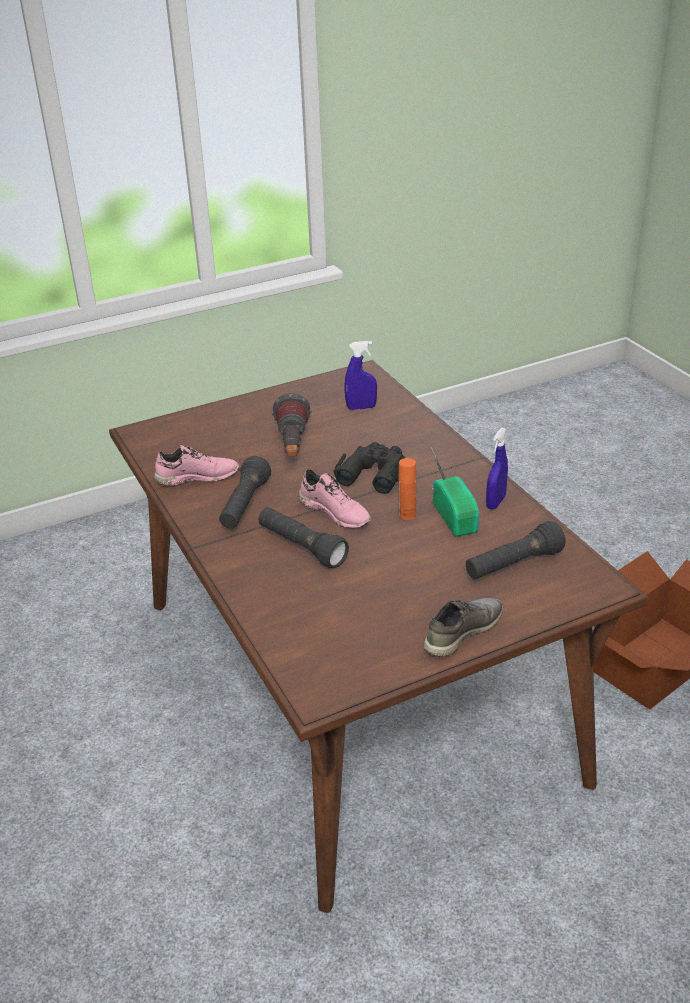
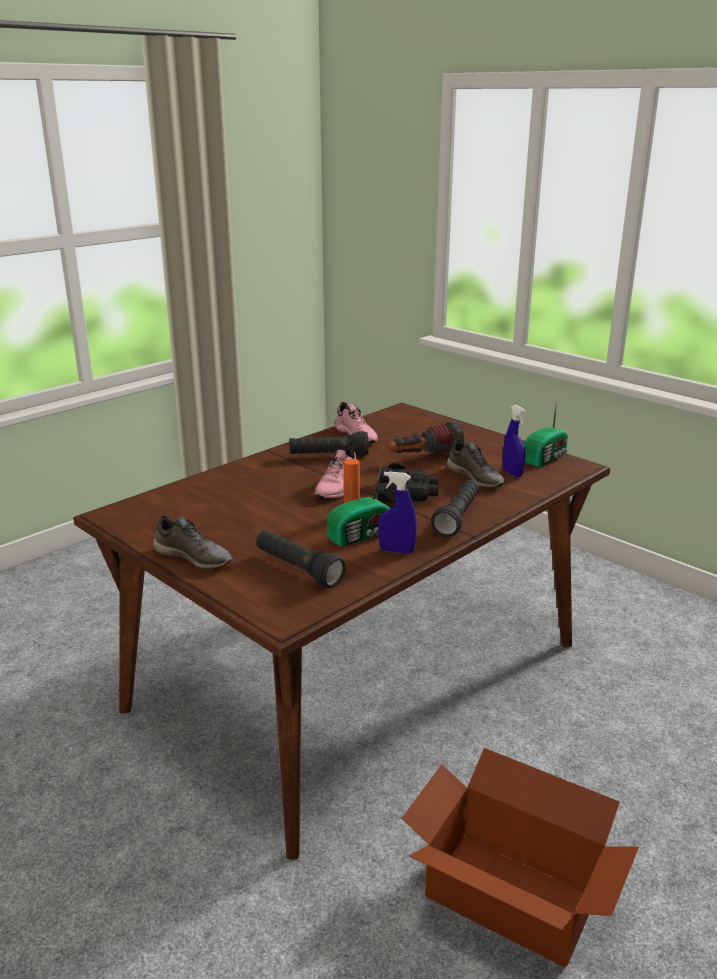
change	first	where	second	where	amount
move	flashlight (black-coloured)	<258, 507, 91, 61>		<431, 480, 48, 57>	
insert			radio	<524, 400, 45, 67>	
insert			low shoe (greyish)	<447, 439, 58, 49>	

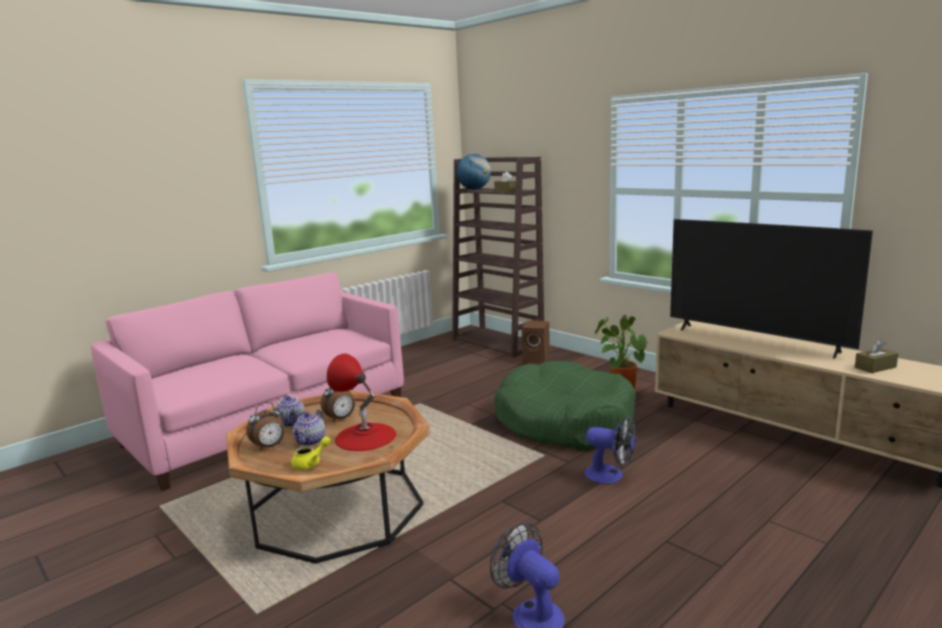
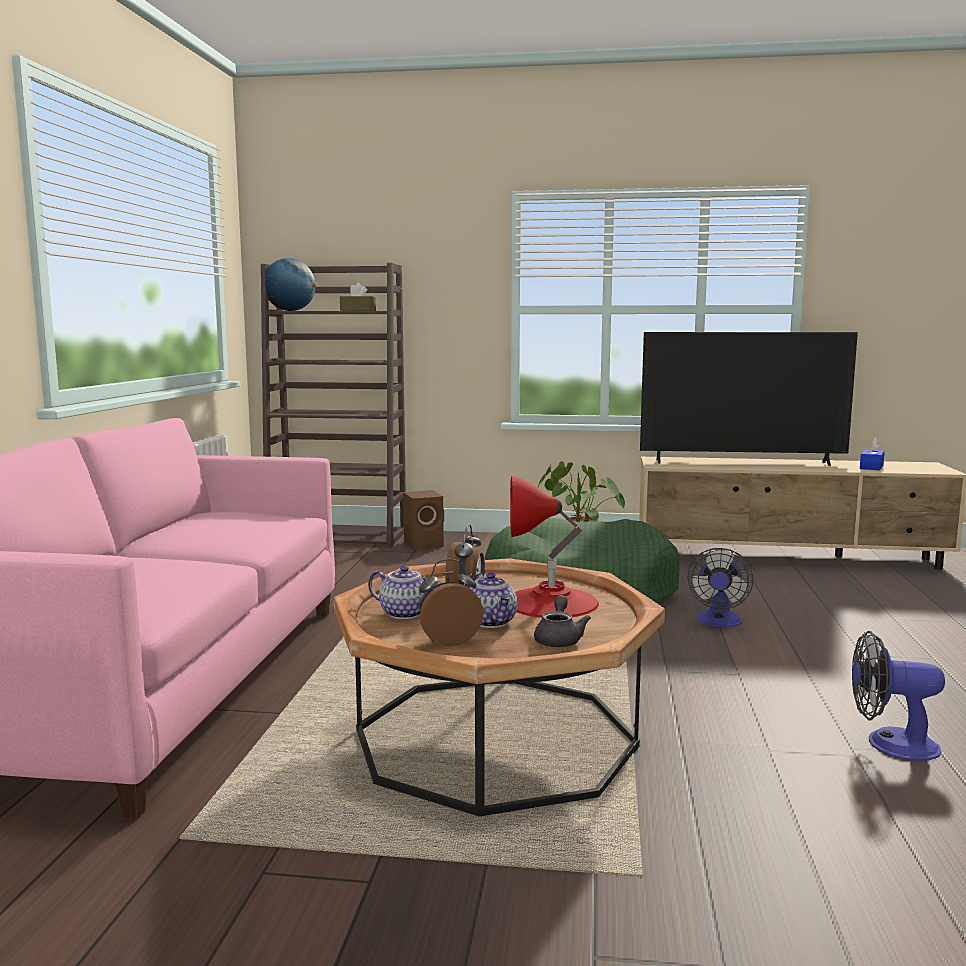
change	first	where	second	where	amount
recolor	tissue holder (brown-coloured)	<855, 339, 43, 34>	tissue holder (blue-coloured)	<860, 438, 25, 33>	
rotate	bedside clock	<246, 402, 39, 49>		<419, 559, 64, 87>	120 degrees counterclockwise
rotate	cooling fan	<585, 416, 51, 68>		<687, 548, 67, 79>	120 degrees clockwise
recolor	tea pot (yellow-coloured)	<291, 436, 39, 34>	tea pot (greyish)	<534, 595, 57, 53>	

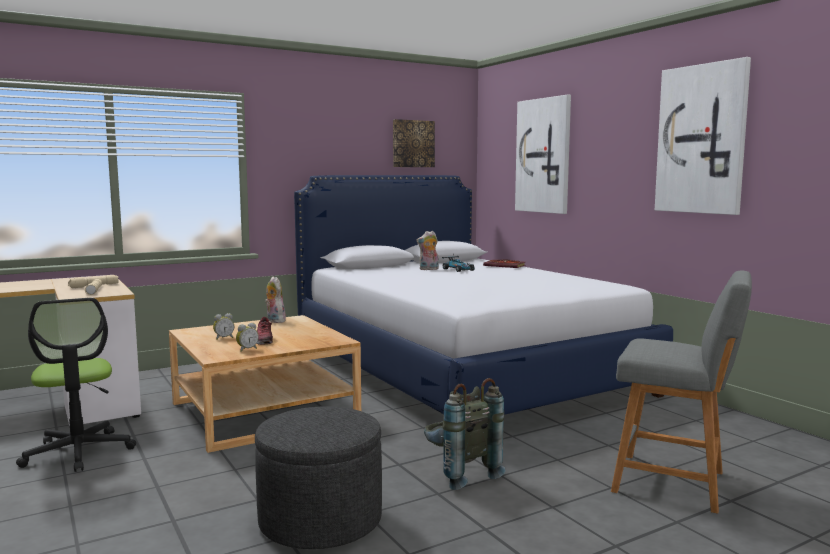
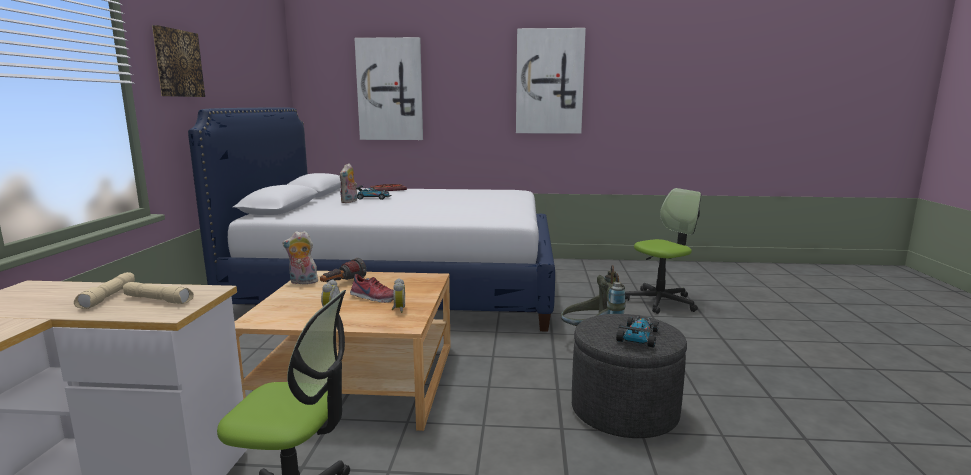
change	first	where	second	where	amount
move	picture	<393, 119, 42, 48>		<152, 25, 53, 72>	
replace	stool seat (greyish)	<611, 271, 141, 243>	desk chair	<625, 188, 76, 126>	
insert			flashlight	<320, 258, 47, 24>	
insert			toy car	<616, 315, 43, 33>	

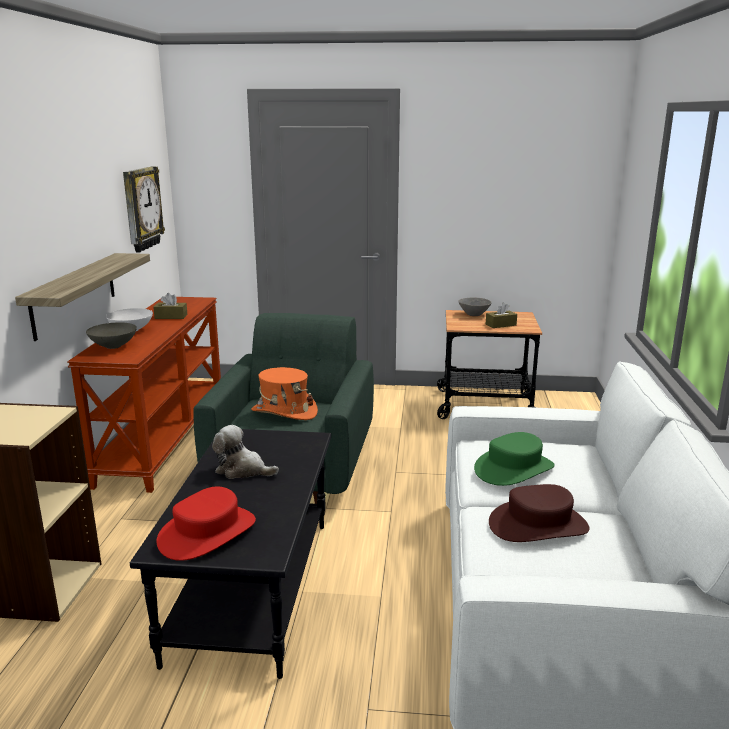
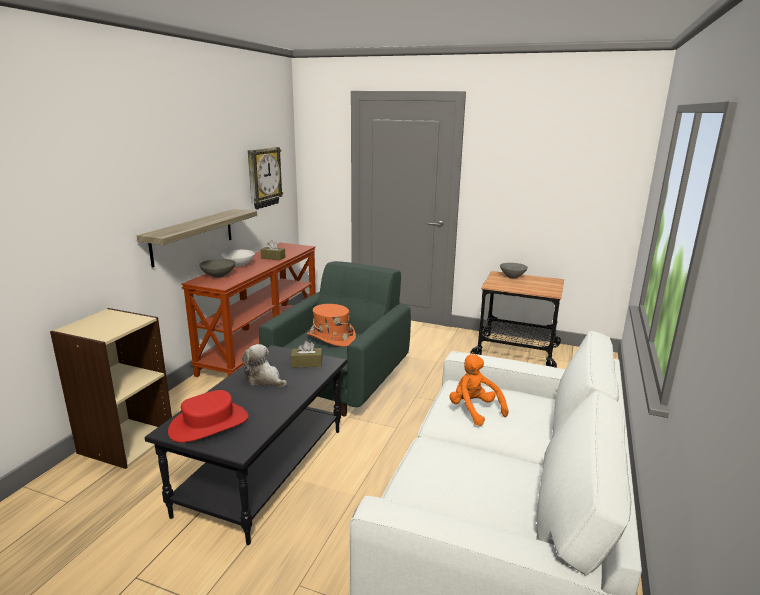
change	first	where	second	where	amount
move	tissue holder (brown-coloured)	<486, 303, 31, 25>		<291, 341, 31, 27>	
replace	clothing hat (greenish)	<474, 432, 81, 54>	cuddly toy (orange)	<450, 354, 59, 72>	
delete	clothing hat (brown-coloured)	<489, 484, 101, 58>			

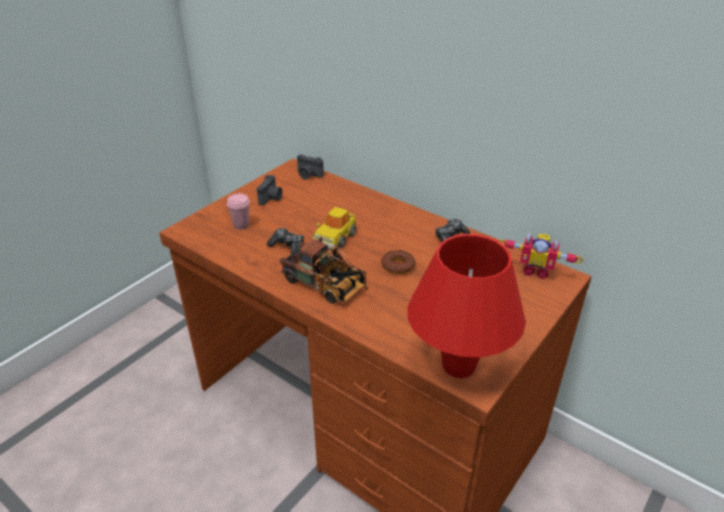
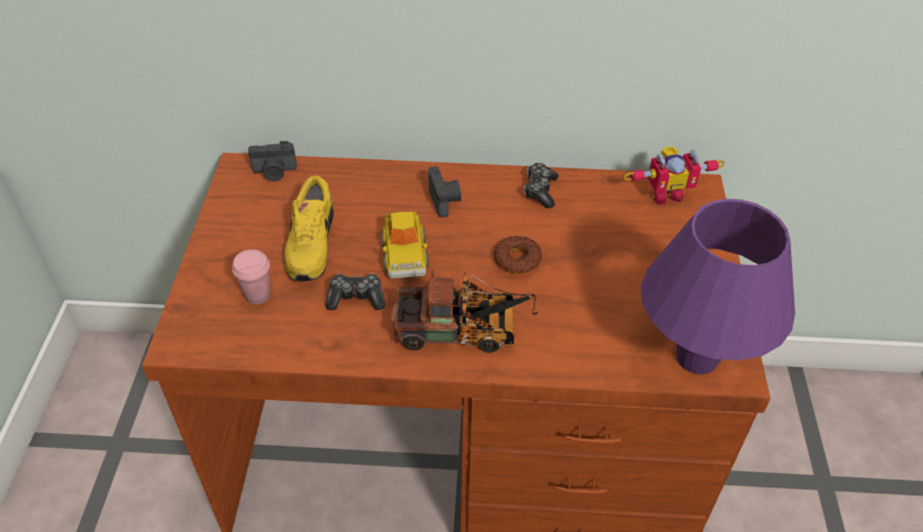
change	first	where	second	where	amount
move	still camera	<257, 175, 25, 30>		<428, 166, 33, 51>	
recolor	tabletop lamp (red-coloured)	<407, 234, 119, 144>	tabletop lamp (purplish)	<641, 199, 154, 175>	
insert			low shoe (yellow-coloured)	<284, 176, 50, 105>	

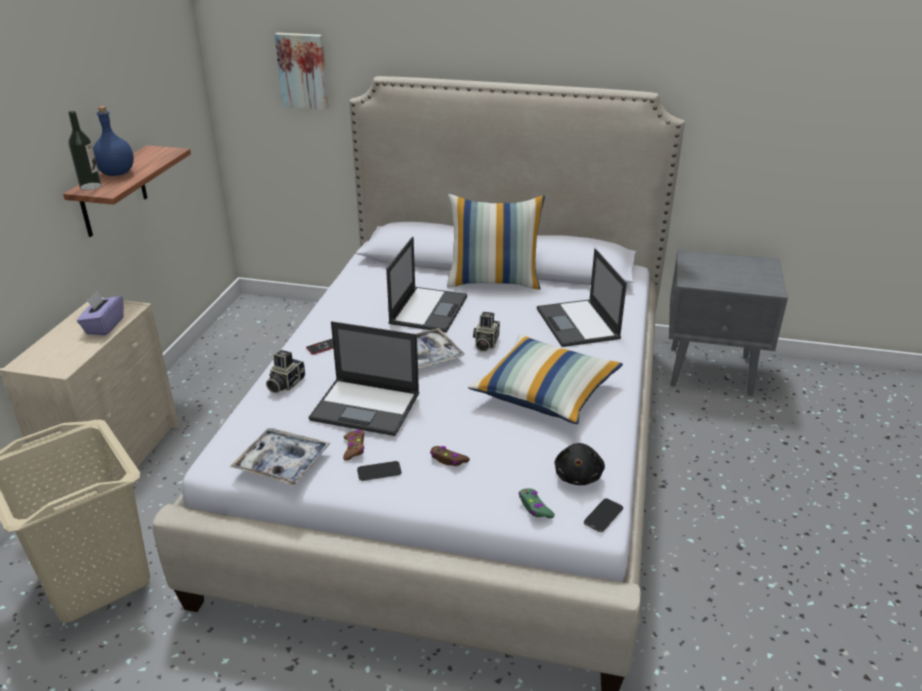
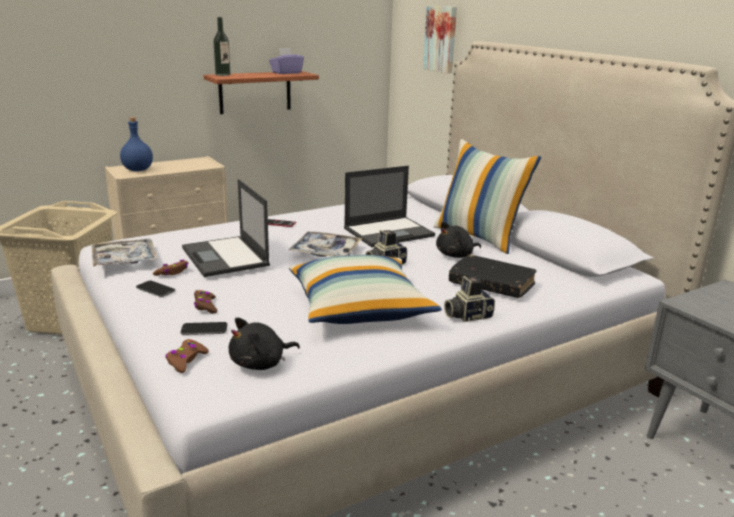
change	first	where	second	where	amount
move	bottle (blue-coloured)	<93, 106, 41, 70>		<120, 117, 33, 54>	
replace	notebook computer	<537, 248, 90, 99>	bound book (black-coloured)	<449, 254, 88, 44>	
move	tissue holder (purplish)	<77, 291, 47, 44>		<269, 48, 35, 26>	
move	still camera	<266, 350, 39, 44>		<444, 276, 51, 46>	
recolor	joypad (greenish)	<519, 488, 36, 31>	joypad (brown-coloured)	<165, 339, 44, 34>	
move	telephone	<584, 498, 39, 34>		<180, 322, 48, 13>	
insert			cuddly toy (black-coloured)	<436, 222, 45, 36>	

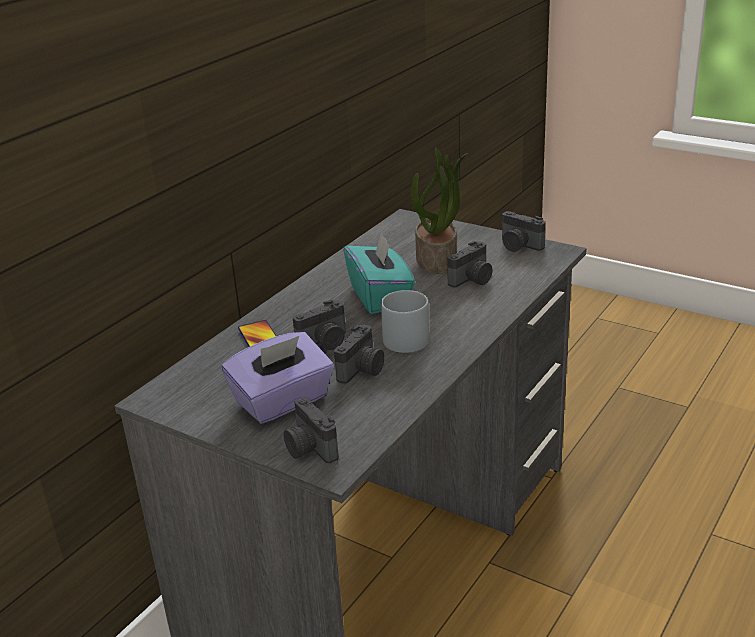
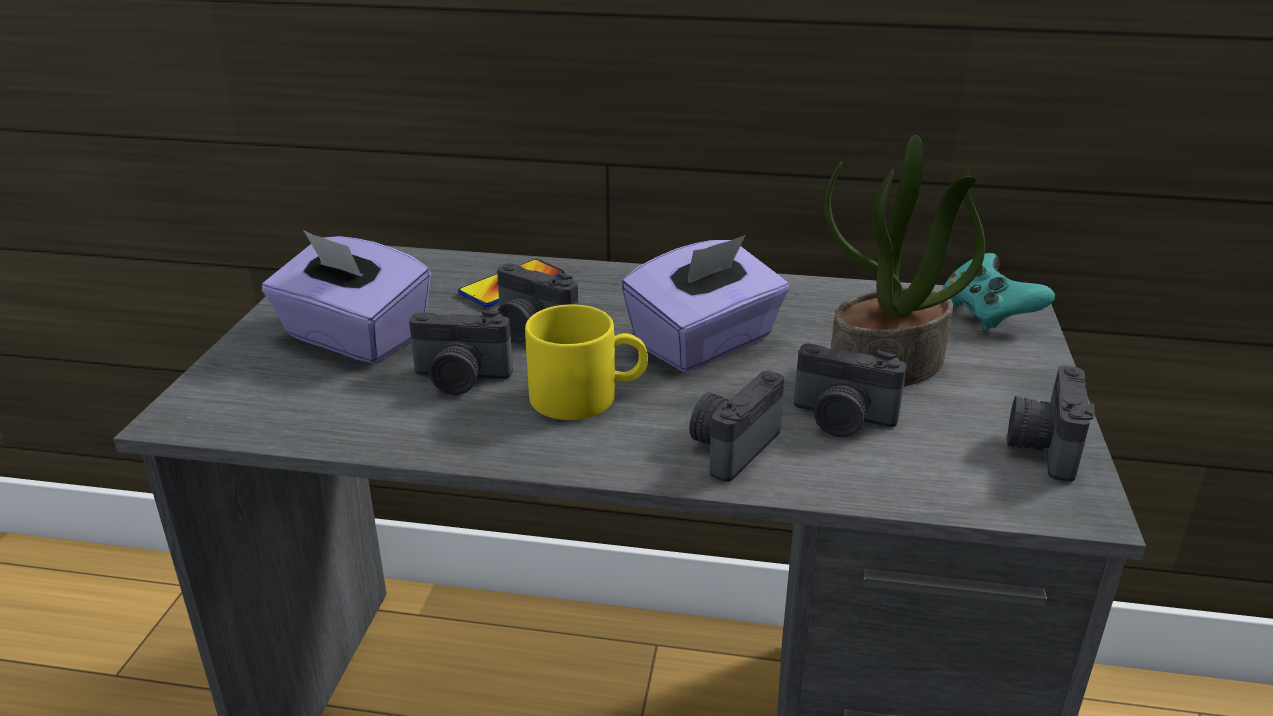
change	first	where	second	where	amount
recolor	tissue holder (blue-green)	<344, 232, 71, 82>	tissue holder (purplish)	<621, 235, 168, 137>	
recolor	mug (greyish)	<381, 290, 48, 63>	mug (yellow-coloured)	<525, 304, 123, 116>	
move	still camera	<284, 397, 55, 66>		<689, 370, 95, 112>	
insert			joypad (blue-green)	<943, 253, 112, 77>	

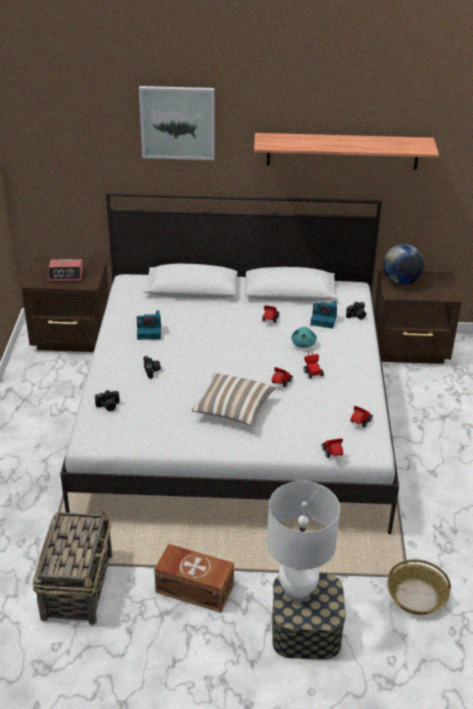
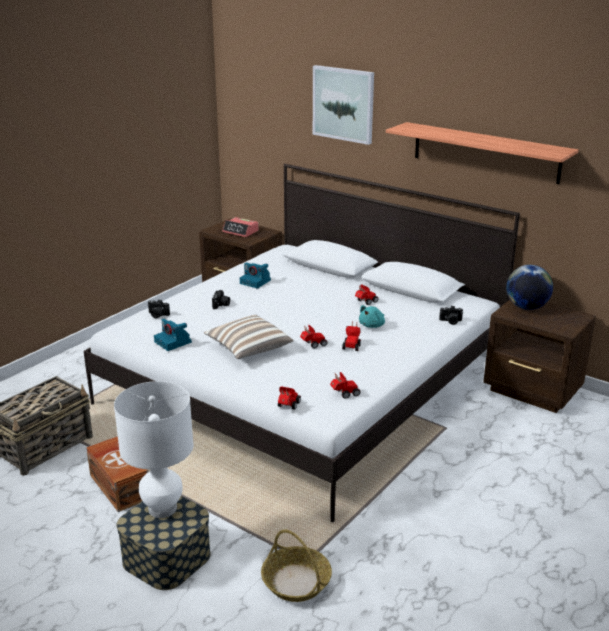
change	first	where	second	where	amount
move	still camera	<311, 300, 26, 28>		<154, 319, 38, 32>	

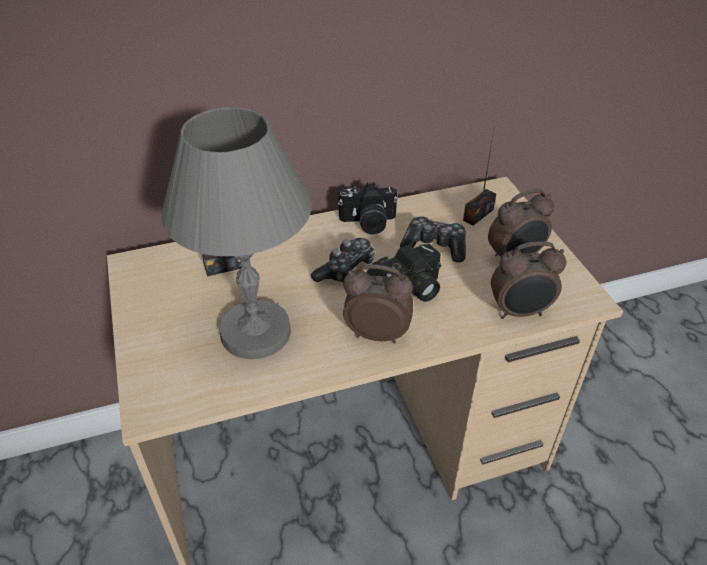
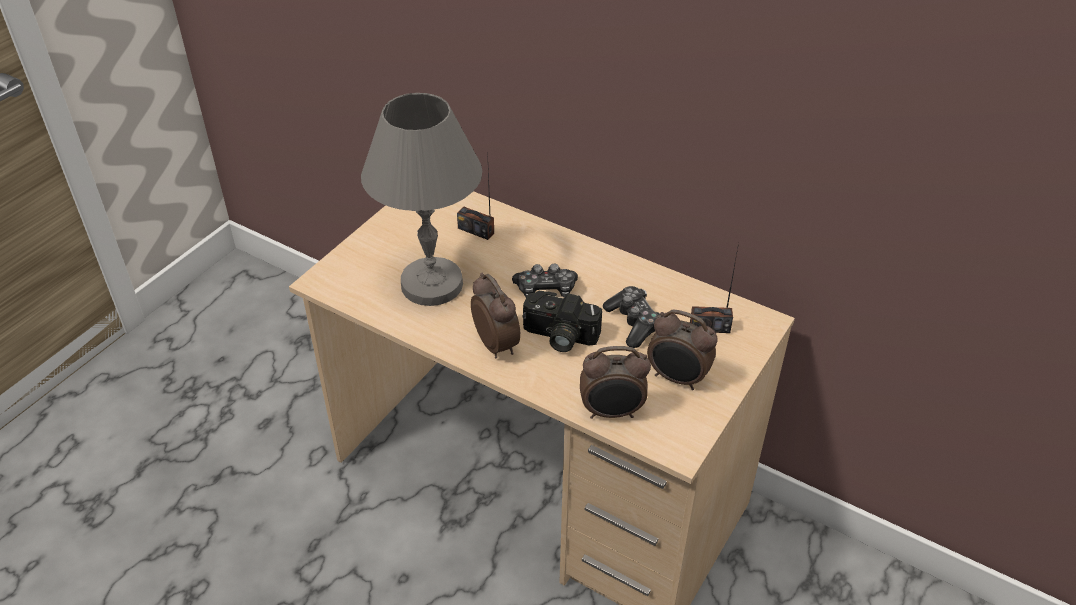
change	first	where	second	where	amount
delete	still camera	<338, 182, 60, 53>			
rotate	bedside clock	<491, 241, 76, 78>		<580, 346, 71, 73>	45 degrees counterclockwise

